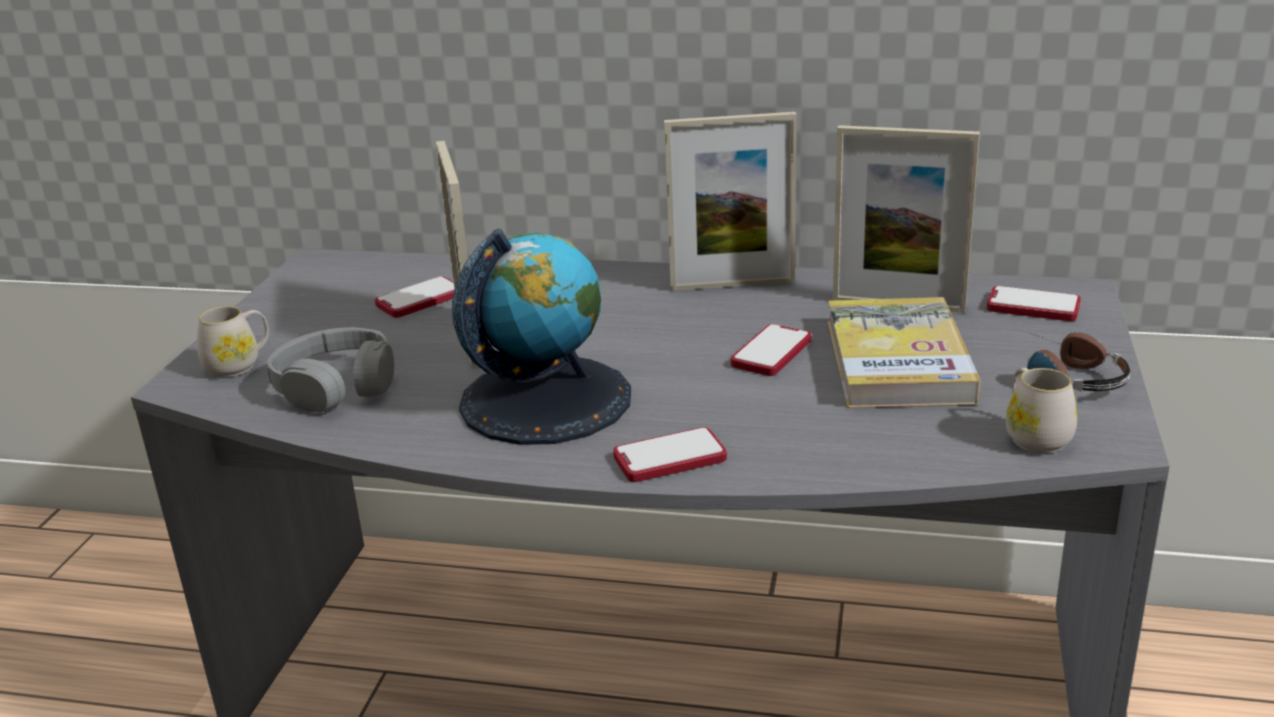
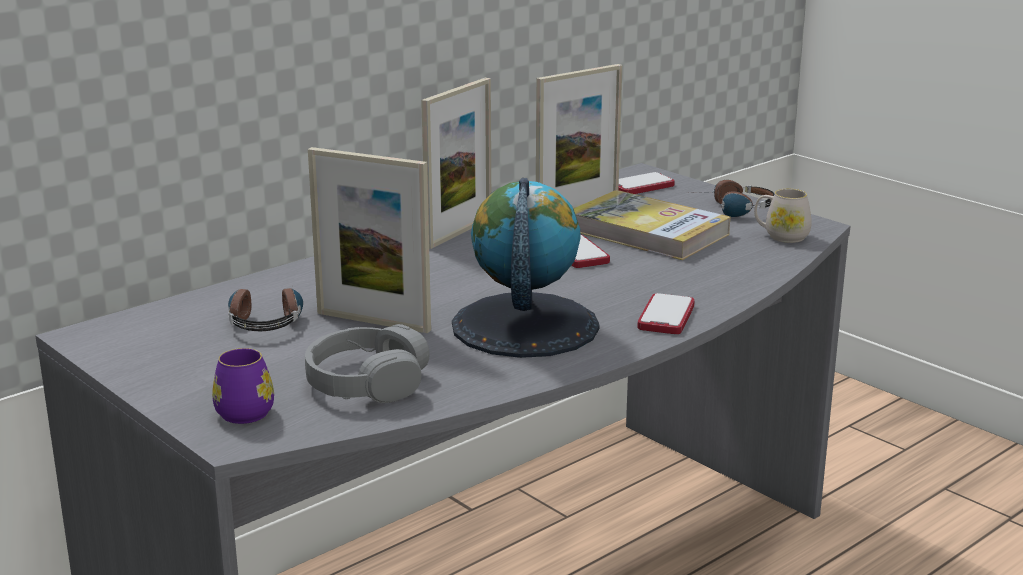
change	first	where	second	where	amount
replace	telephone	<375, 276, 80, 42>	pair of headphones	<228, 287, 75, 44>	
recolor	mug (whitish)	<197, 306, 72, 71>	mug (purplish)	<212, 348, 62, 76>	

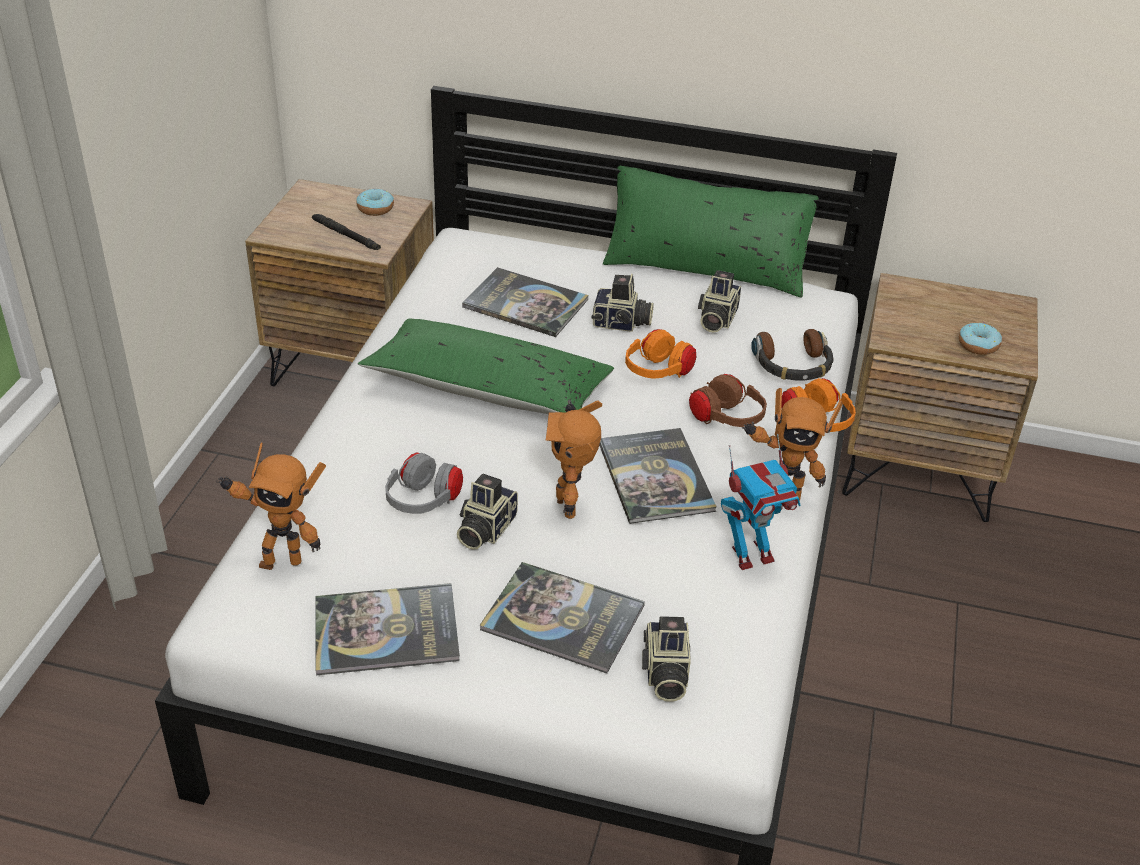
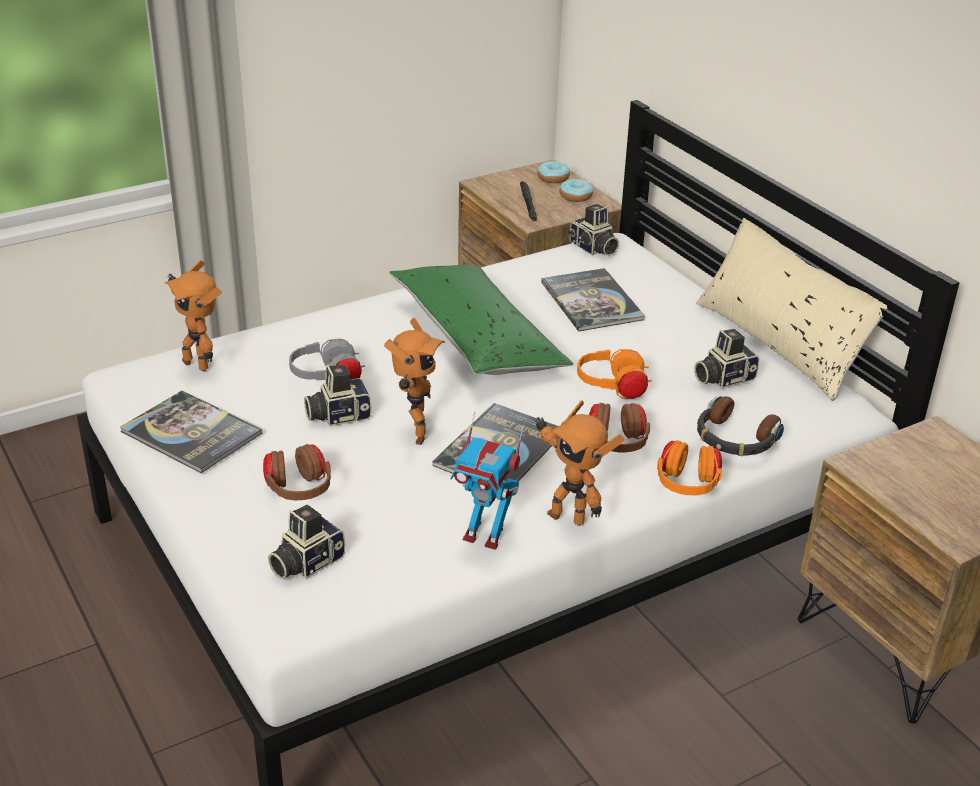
change	first	where	second	where	amount
recolor	cushion (greenish)	<603, 166, 216, 132>	cushion (sand-coloured)	<696, 218, 191, 183>	
move	still camera	<592, 274, 62, 58>		<568, 204, 51, 52>	
move	doughnut	<959, 322, 43, 33>		<537, 161, 33, 22>	
rotate	toy robot	<546, 399, 56, 120>		<384, 318, 61, 127>	150 degrees clockwise
replace	bound book	<480, 562, 165, 112>	pair of headphones (brown-coloured)	<263, 444, 68, 57>	

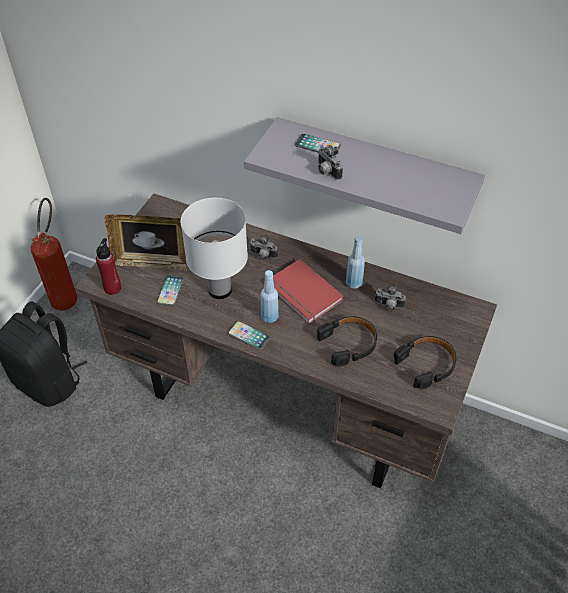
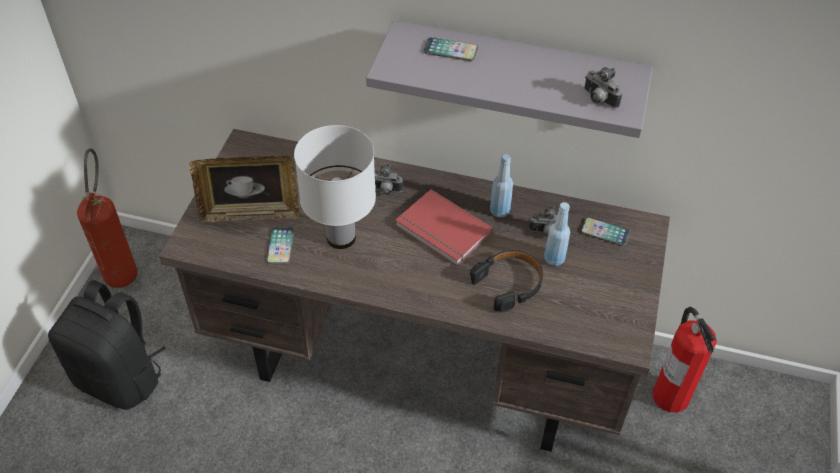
change	first	where	second	where	amount
move	still camera	<318, 145, 25, 35>		<584, 67, 39, 41>	
delete	bottle (red-coloured)	<96, 238, 25, 57>			
move	bottle (blue-coloured)	<261, 270, 18, 53>		<544, 202, 26, 64>	
move	telephone	<228, 321, 42, 29>		<581, 217, 49, 29>	
delete	pair of headphones (black-coloured)	<394, 336, 62, 54>			
insert			fire-fighting cylinder	<653, 307, 64, 106>	

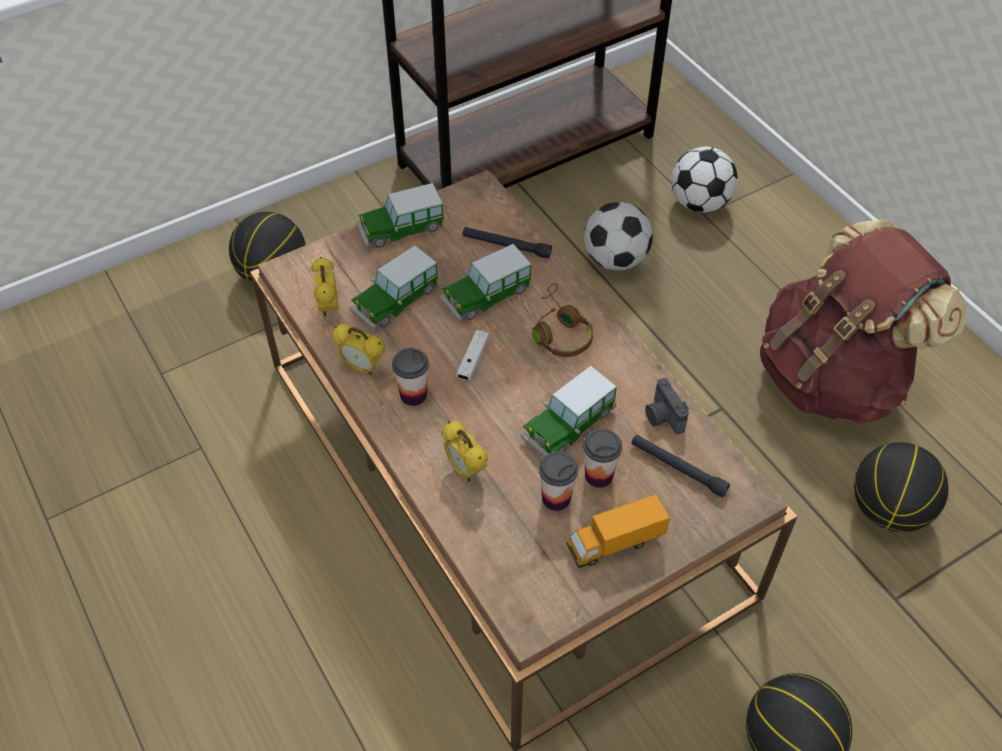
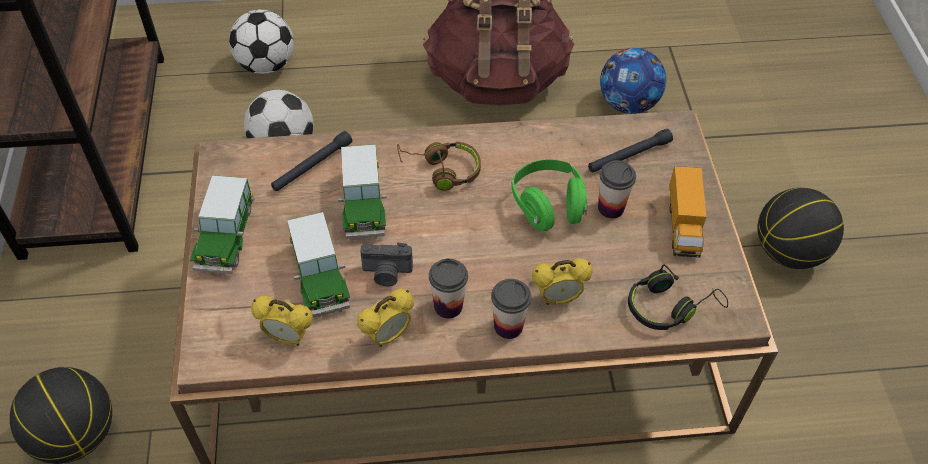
change	first	where	second	where	amount
delete	joypad (whitish)	<457, 330, 32, 50>			
replace	toy car	<521, 366, 96, 91>	pair of headphones (greenish)	<511, 159, 76, 72>	
move	still camera	<645, 378, 44, 56>		<360, 242, 53, 45>	
replace	ball for basketball	<854, 442, 95, 90>	football	<600, 48, 66, 66>	
move	cup	<539, 452, 39, 59>		<491, 279, 40, 60>	
insert			pair of headphones (black-coloured)	<628, 265, 100, 65>	

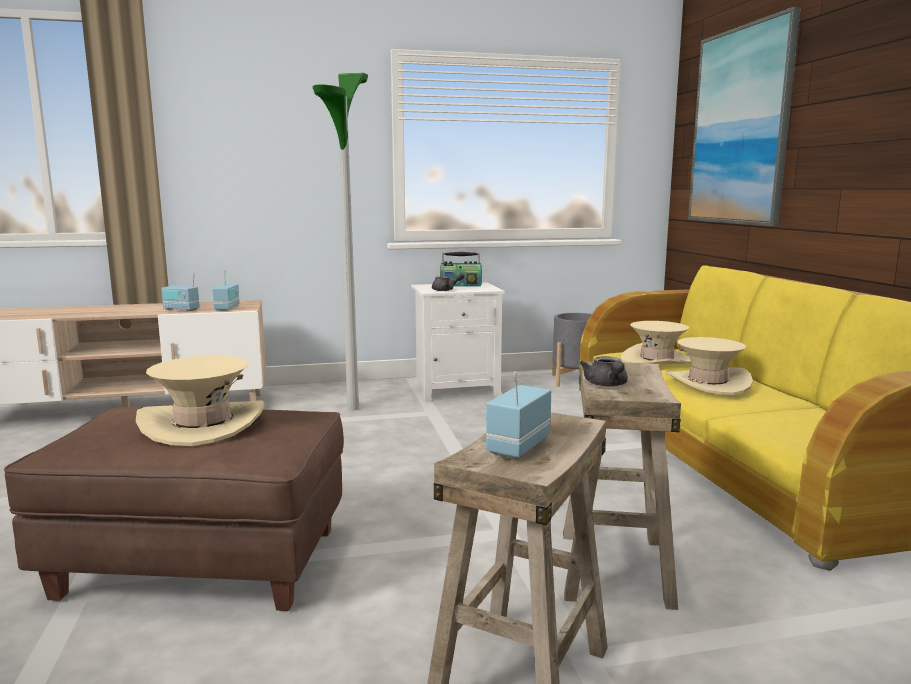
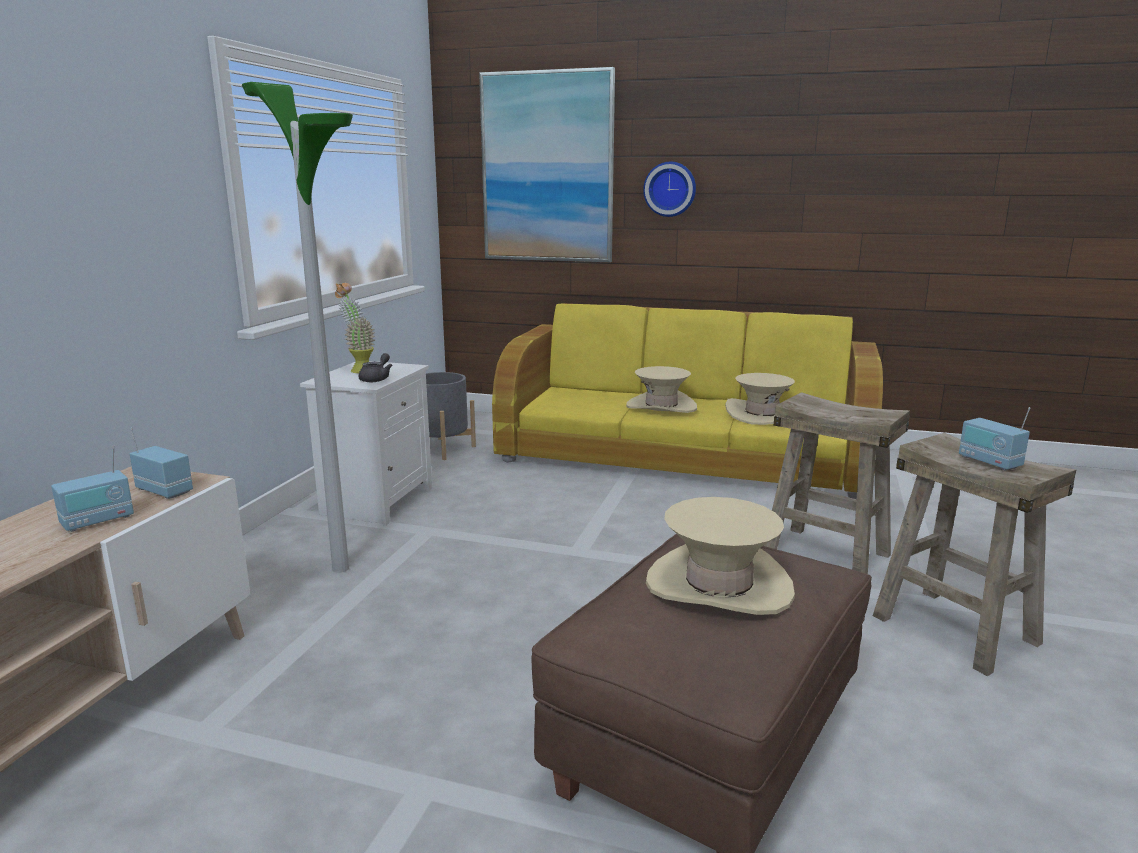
change	first	where	second	where	amount
replace	radio	<440, 252, 42, 35>	plant in a pot	<335, 283, 40, 90>	
move	clothing hat (sand-coloured)	<620, 321, 72, 43>		<725, 373, 70, 52>	
delete	tea pot (greyish)	<580, 356, 48, 31>			
insert			hanging clock	<643, 162, 53, 55>	

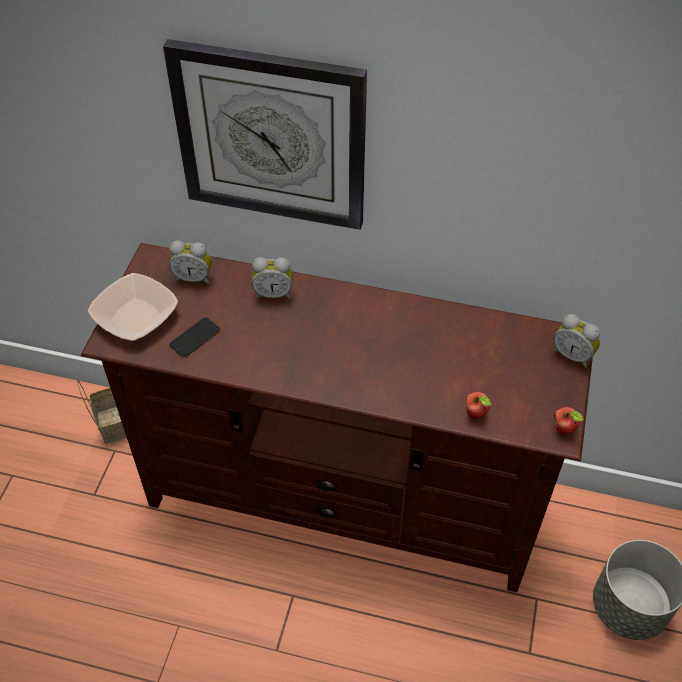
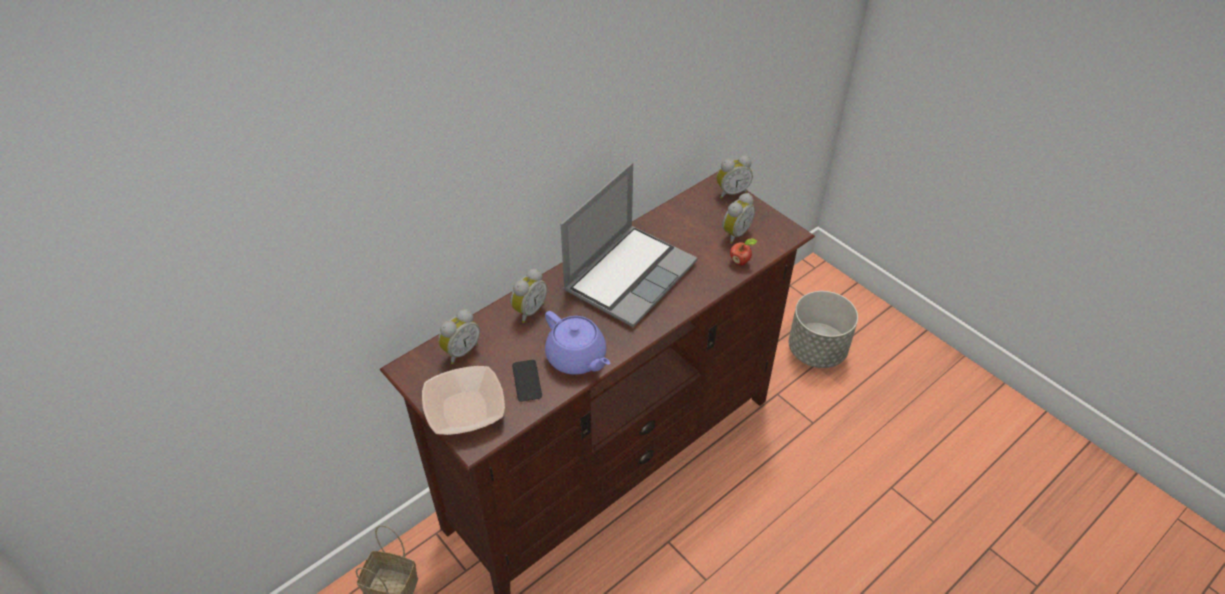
change	first	where	second	where	amount
delete	hanging clock	<163, 39, 204, 191>			
delete	apple fruit	<554, 407, 30, 27>			
insert			notebook computer	<561, 163, 136, 165>	
insert			bedside clock	<723, 193, 32, 51>	
insert			tea pot (purplish)	<545, 311, 65, 64>	

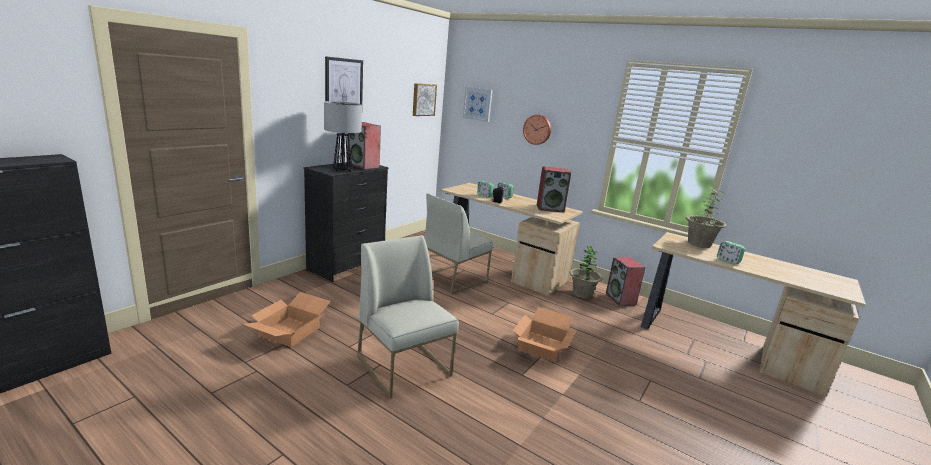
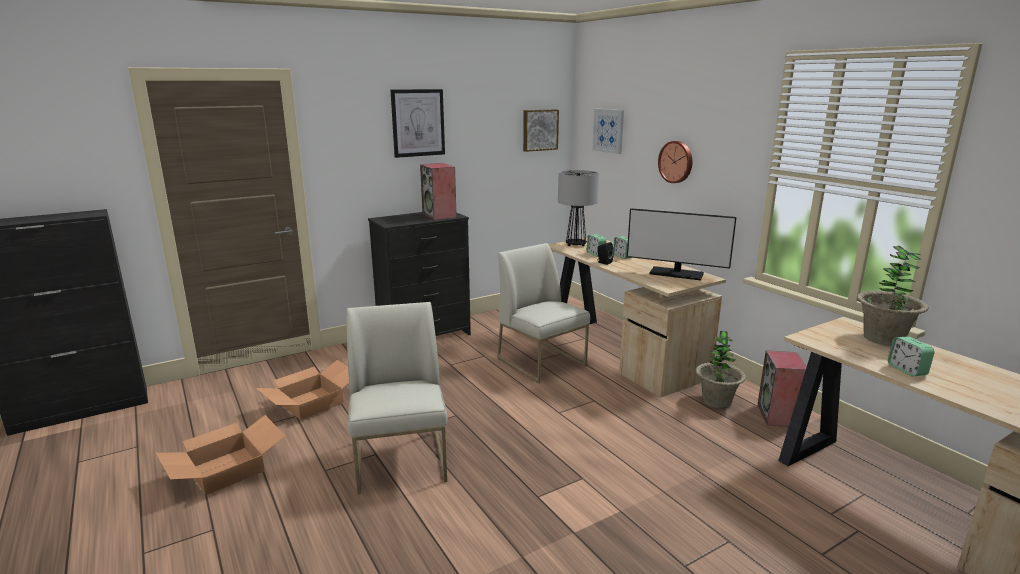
change	first	where	second	where	amount
move	tabletop lamp	<324, 101, 38, 70>		<558, 170, 41, 76>	
replace	loudspeaker	<537, 166, 34, 47>	monitor	<627, 208, 110, 72>	
rotate	plain chair (whitish)	<425, 194, 68, 101>		<497, 243, 93, 141>	75 degrees clockwise
move	cardboard box	<513, 307, 63, 55>		<156, 415, 129, 80>	

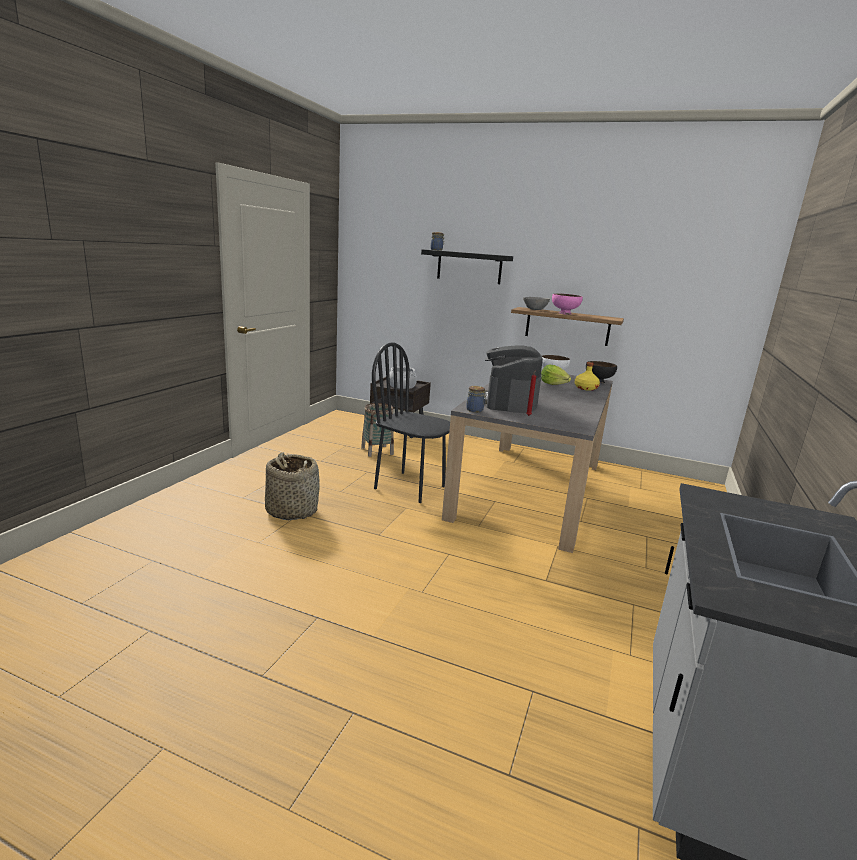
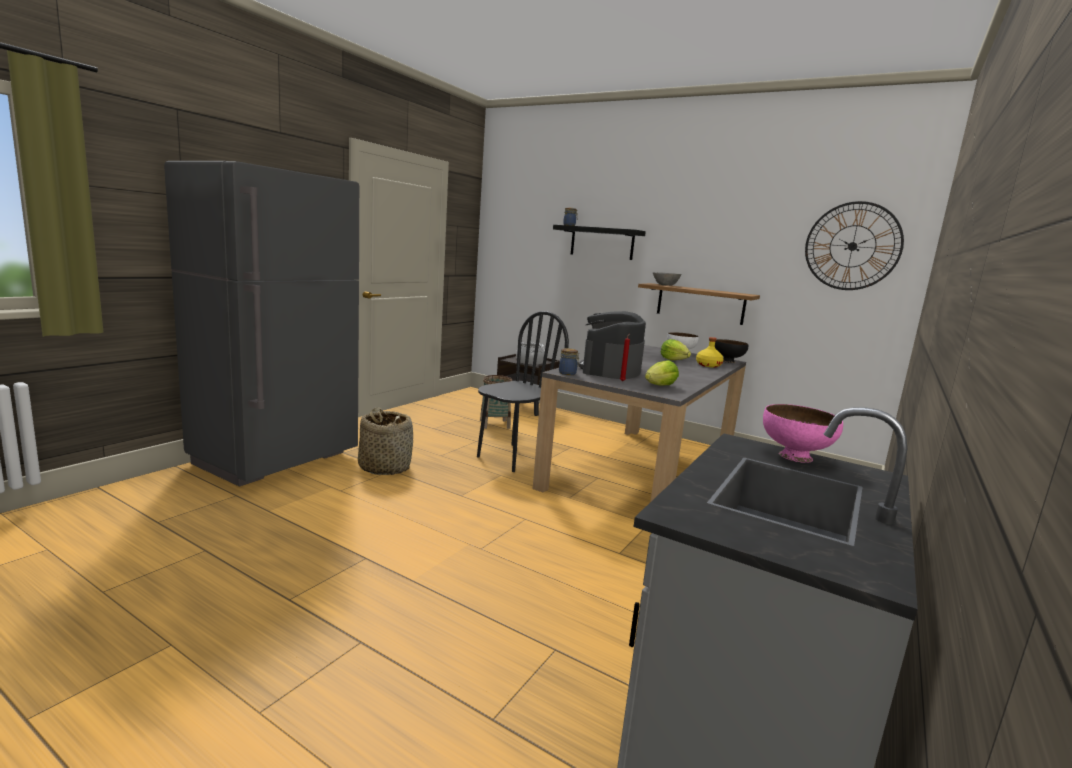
change	first	where	second	where	amount
move	bowl (pinkish)	<552, 293, 31, 22>		<763, 404, 80, 59>	
rotate	plain chair (black-coloured)	<372, 342, 78, 161>		<477, 311, 92, 161>	90 degrees clockwise
insert			fridge (greyish)	<164, 161, 195, 325>	
insert			hanging clock	<805, 201, 99, 89>	
insert			head of lettuce	<645, 360, 34, 26>	

